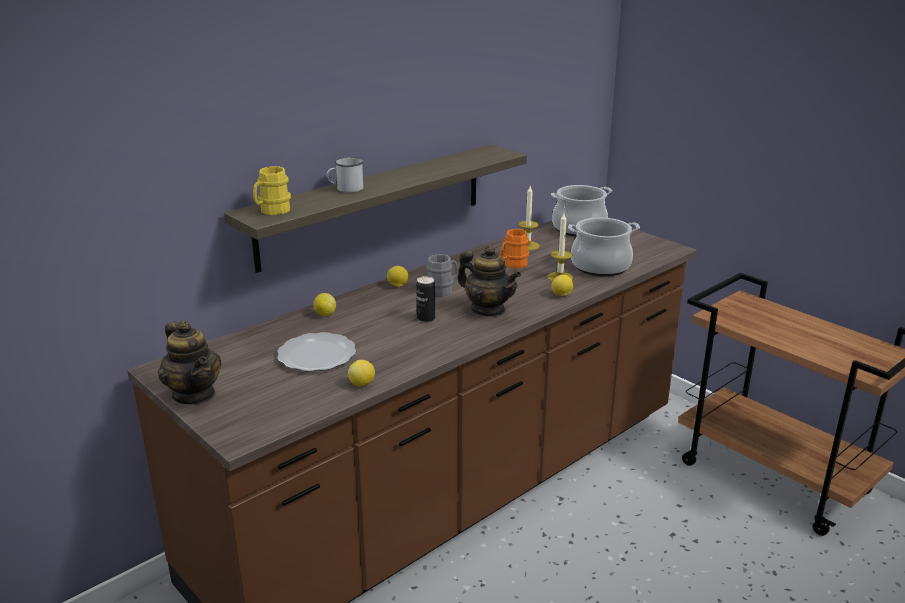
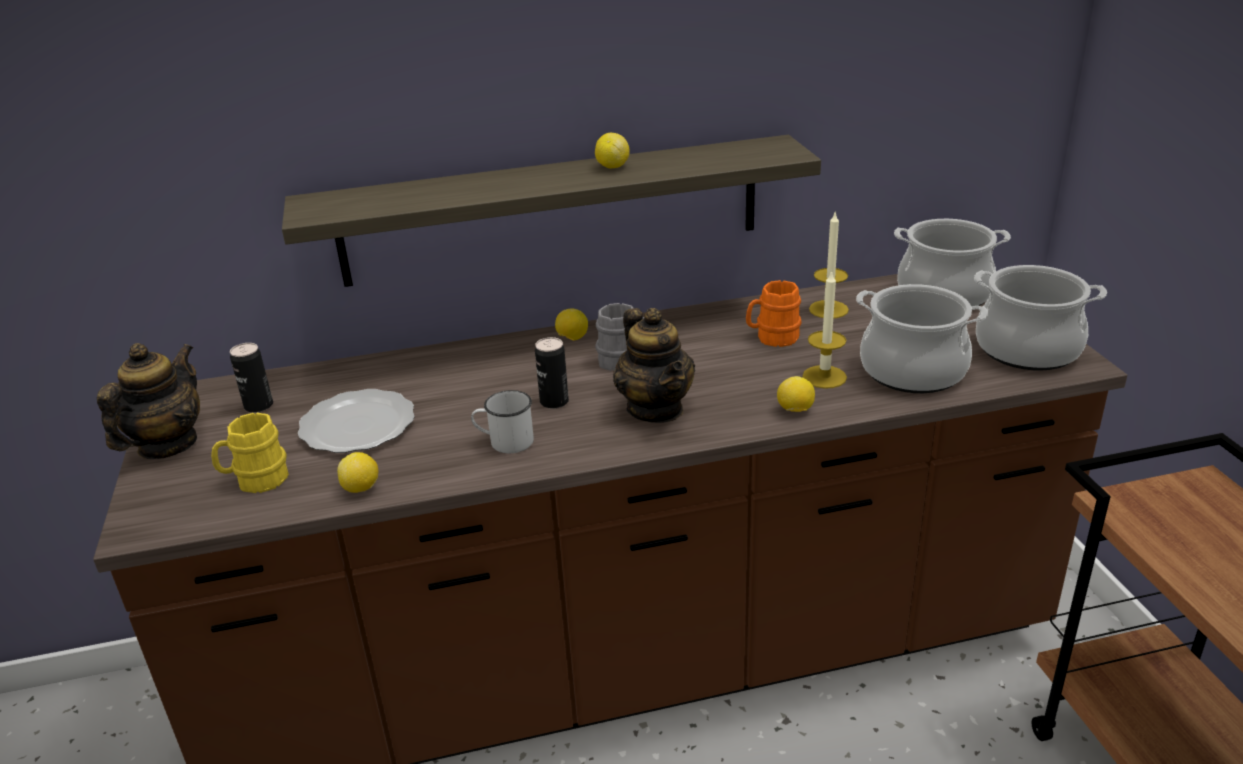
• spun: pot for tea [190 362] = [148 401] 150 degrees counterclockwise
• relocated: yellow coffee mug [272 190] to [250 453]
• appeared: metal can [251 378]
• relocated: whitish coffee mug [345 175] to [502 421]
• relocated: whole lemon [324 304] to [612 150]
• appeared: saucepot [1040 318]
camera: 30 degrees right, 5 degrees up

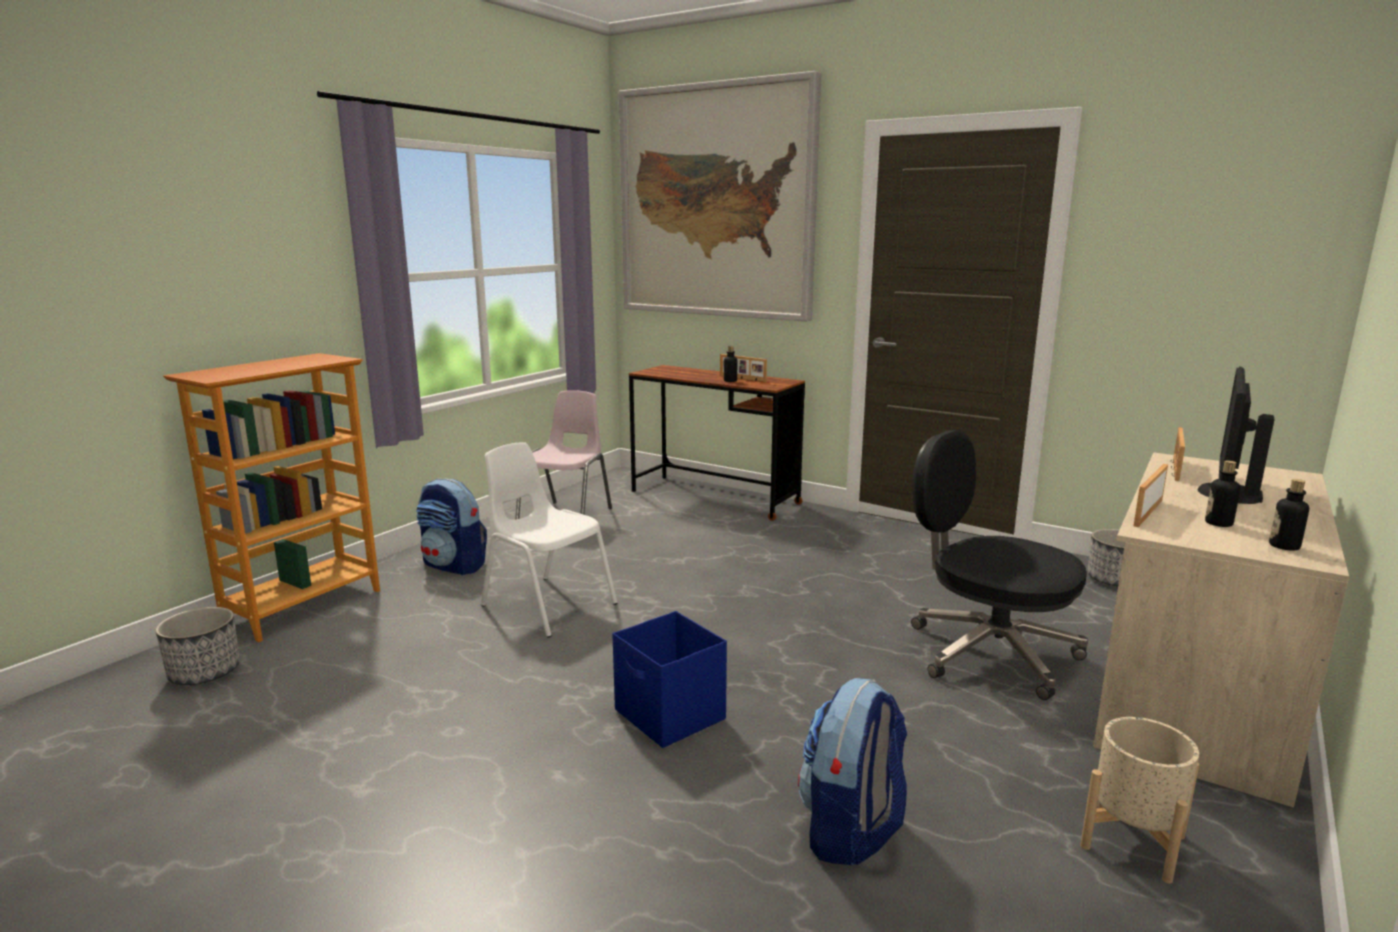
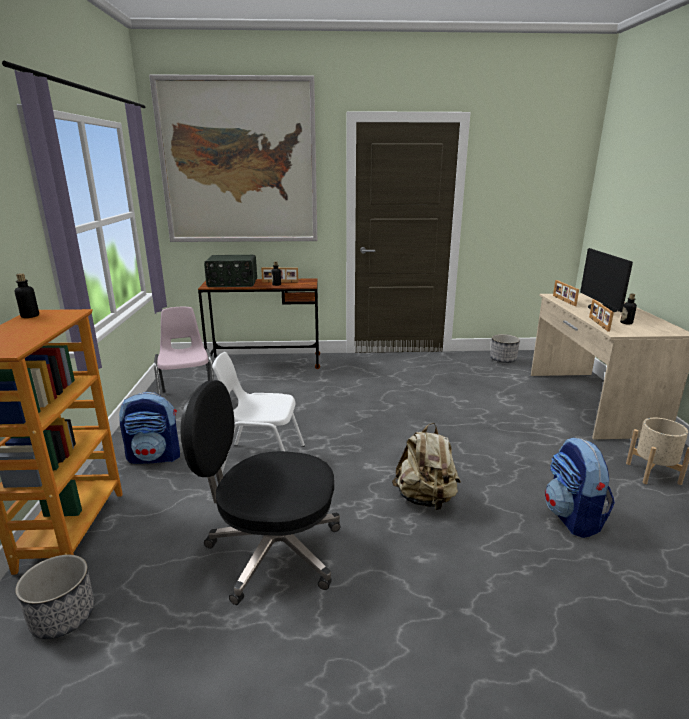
• relocated: drink bottle [1289 514] to [26 295]
• relocated: black office chair [999 565] to [261 492]
• appeared: radio set [230 271]
• exchanged: blue storage box [669 679] to sand-coloured rucksack [426 466]
camera: 35 degrees left, 5 degrees up

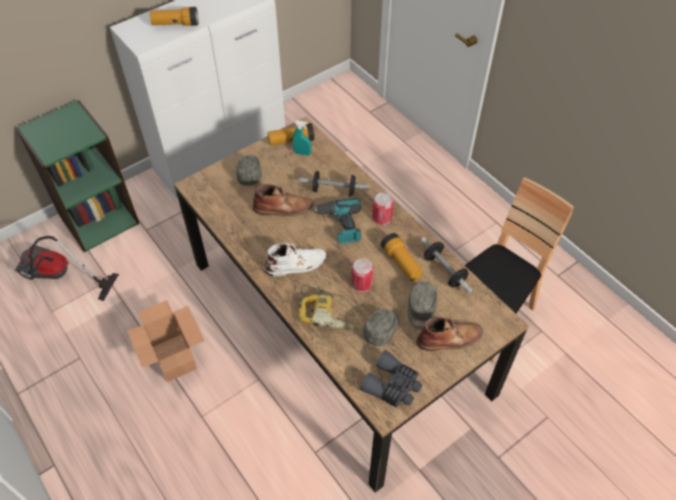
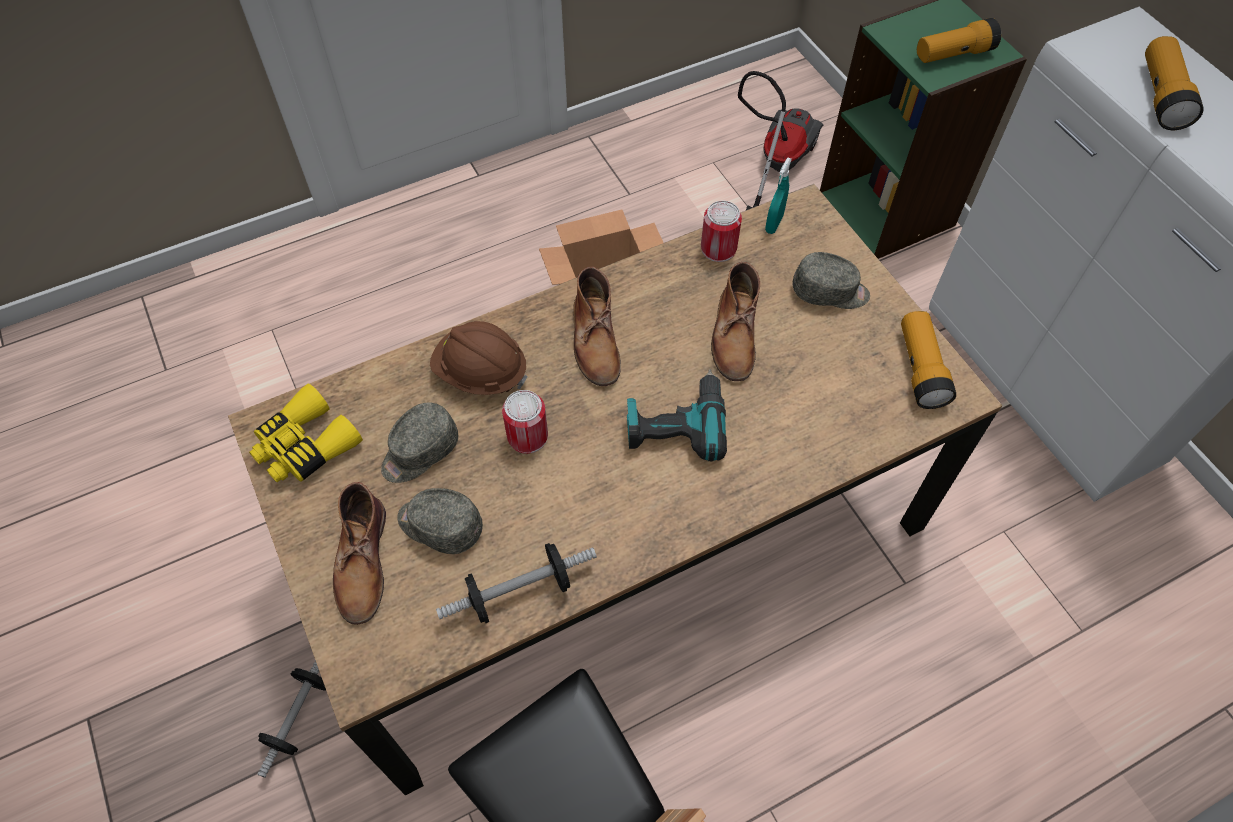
• colour: grey binoculars [391 379] to yellow binoculars [306 433]
• relocated: hand weight [334 183] to [291 719]
• spun: grey baseball cap [381 327] = [419 442] 90 degrees clockwise
• exchanged: power drill [326 307] to brown-coloured hard hat [479 358]
• colour: whitish tall boot [296 260] to brown-coloured tall boot [597 326]
• relocated: metal can [383 209] to [721 231]
• relocated: turquoise-coloured sprayer [301 138] to [778 196]
• relocated: torch [402 257] to [959 40]
camera: 100 degrees right, 5 degrees up

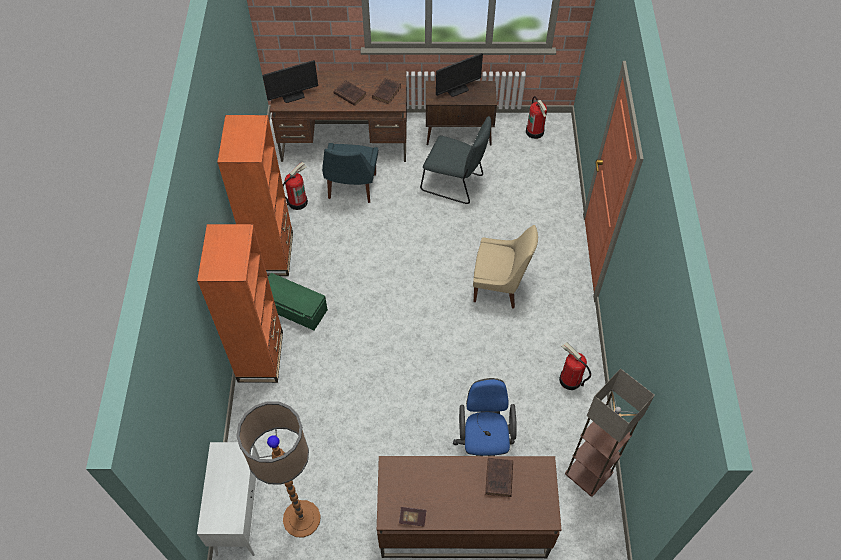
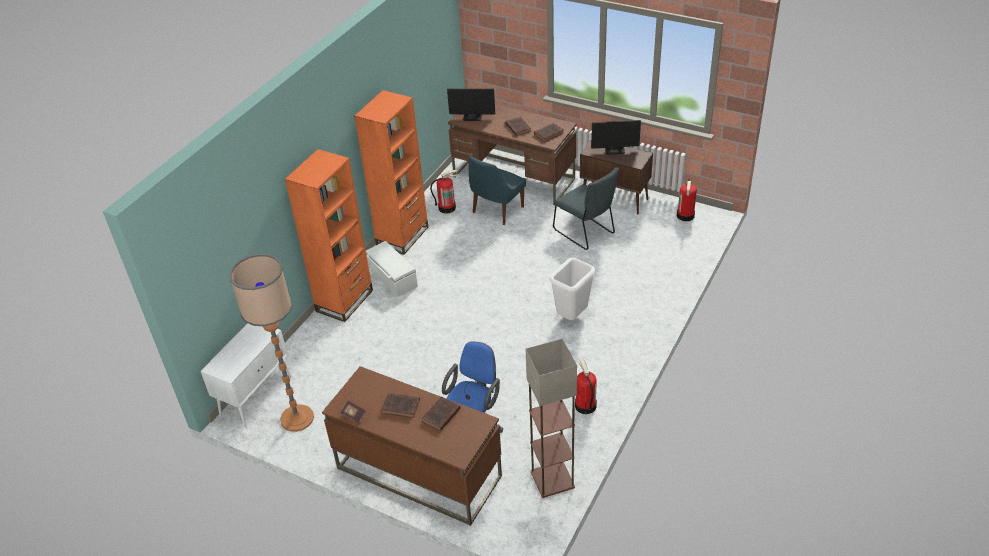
• colour: green storage box [298 301] to whitish storage box [392 269]
• appeared: brown-coloured volume [400 405]
• exchanged: sand-coloured upright chair [505 267] to whitish waste bin [572 289]
camera: 30 degrees right, 15 degrees down

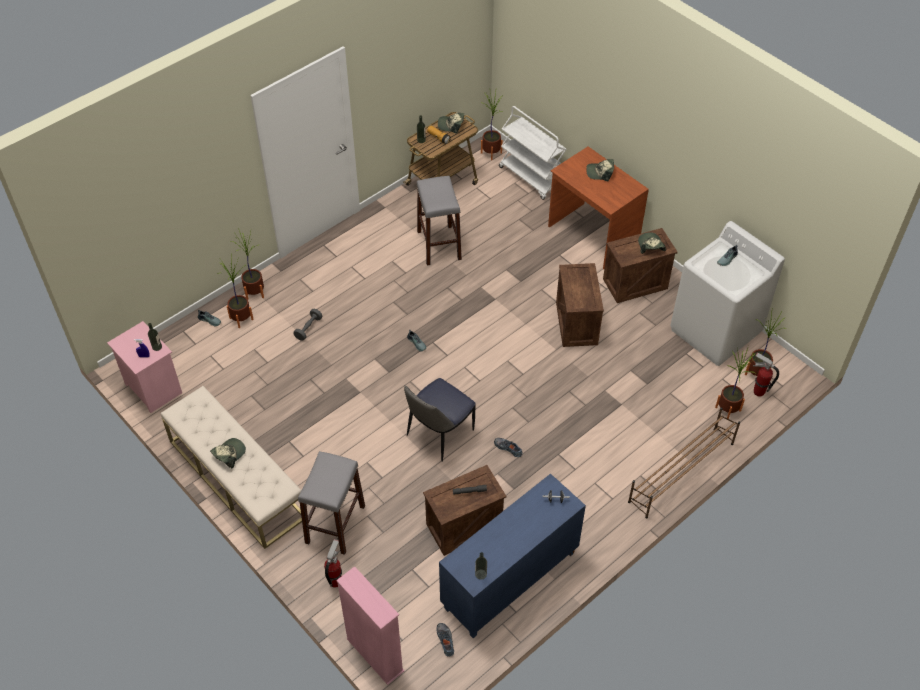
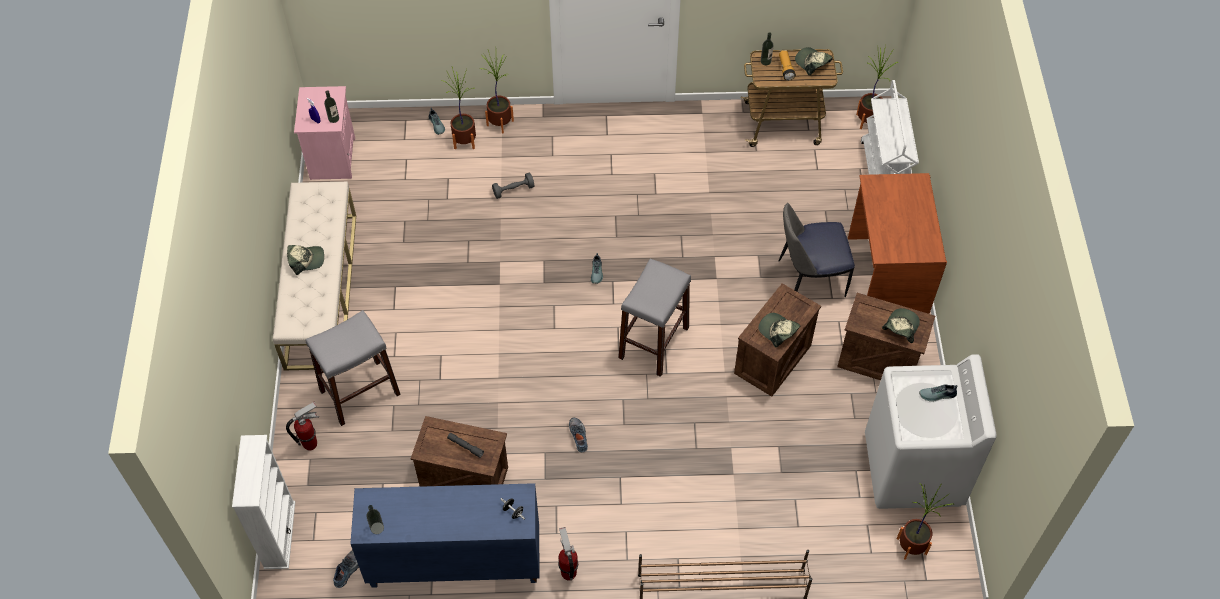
• colour: pink bookcase [370 625] to whitish bookcase [263 502]
• relocated: fire-fighting cylinder [766 374] to [568 553]
• relocated: grey sitting stool [439 220] to [654 317]
• relocated: baseball cap [600 170] to [779 330]
• relocated: upright chair [439 420] to [817 250]
• missing: potted plant [735 382]
camera: 40 degrees right, 5 degrees up

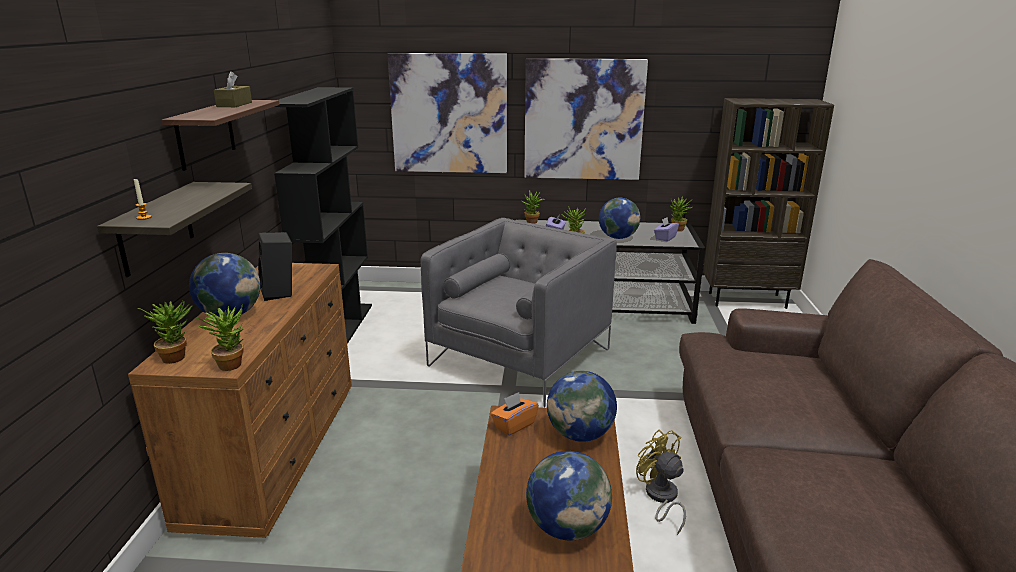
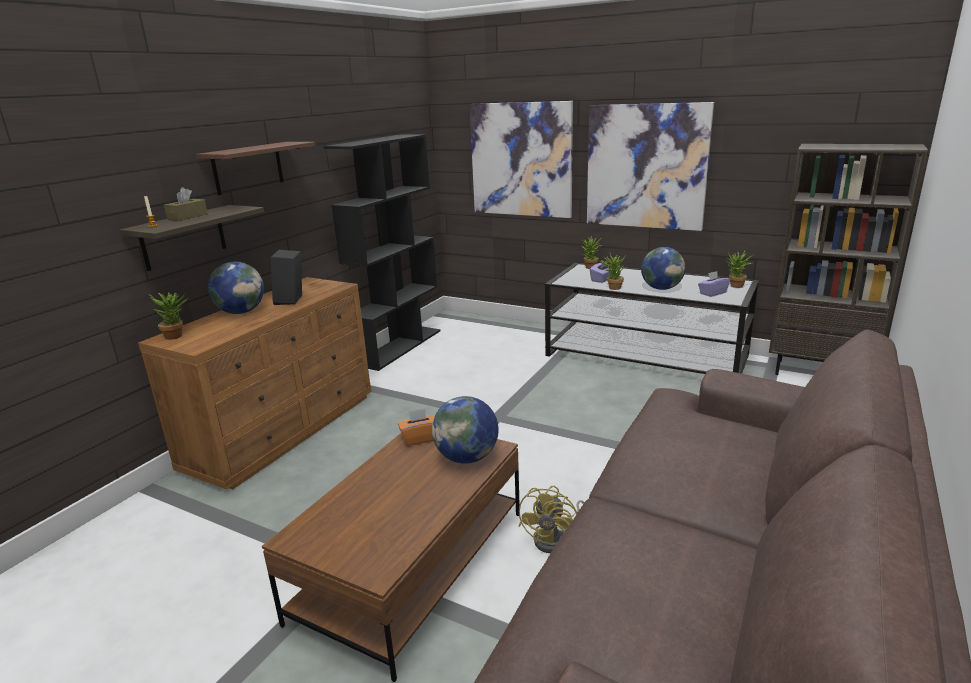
• relocated: brown-coloured box of tissues [232 89] to [186 204]
• spun: yellow electric fan [661 482] = [551 519] 150 degrees counterclockwise
• missing: potted plant [220 338]
• missing: grey easy chair [518 312]
• missing: world globe [569 496]
camera: 25 degrees right, 0 degrees up

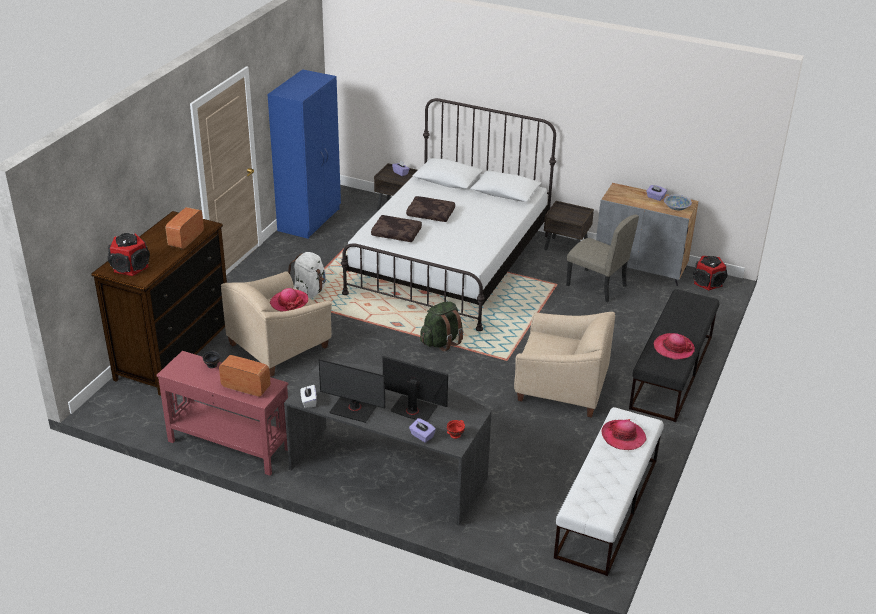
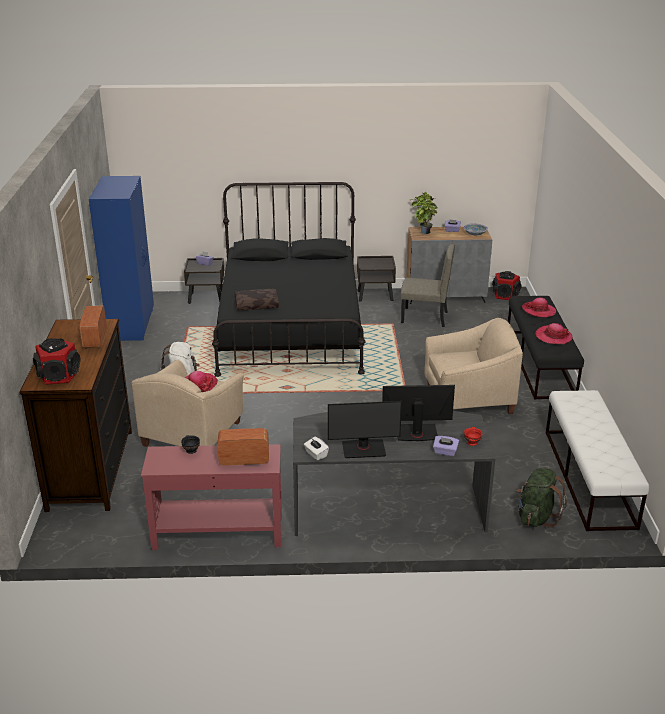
• colour: whitish bedroom bed [448 214] to black bedroom bed [289 279]
• appeared: potted plant [423 213]
• relocated: green rucksack [441 326] to [542 497]
• relocated: wearable hat [624 434] to [539 307]
• missing: brown-coloured cushion [430 209]
camera: 25 degrees left, 5 degrees down

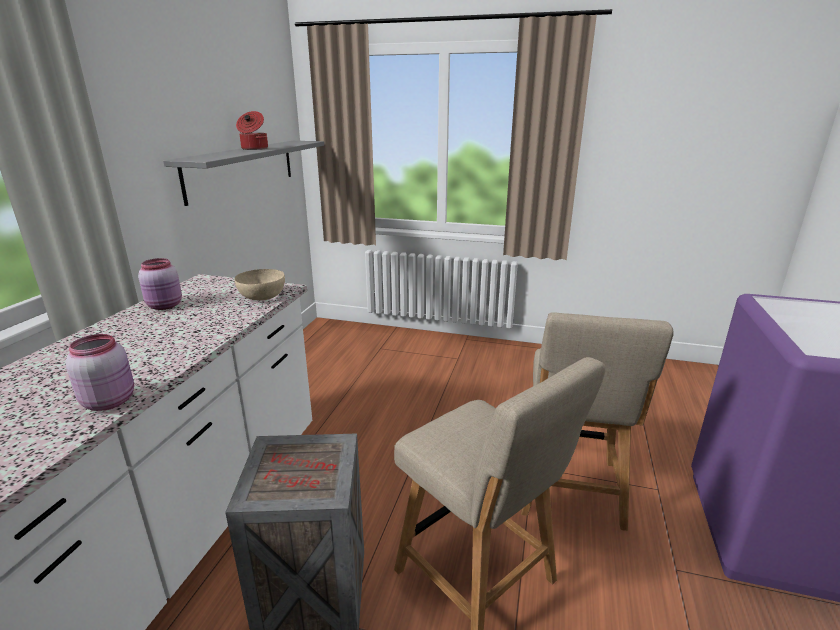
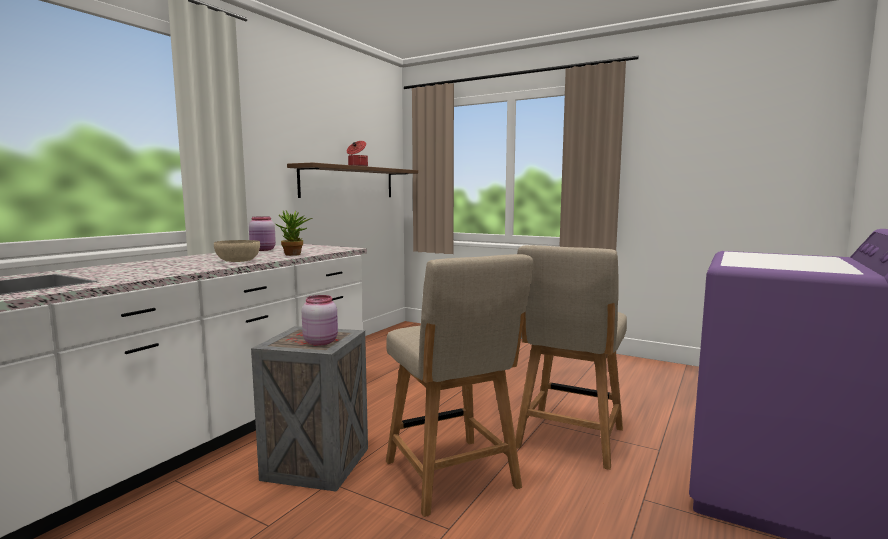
• relocated: sand-coloured serving bowl [260 284] to [237 251]
• appeared: potted plant [294 233]
• colour: grey wall shelf [243 173] to brown-coloured wall shelf [352 180]
• relocated: pink storage jar [100 372] to [320 320]
camera: 15 degrees right, 15 degrees down

